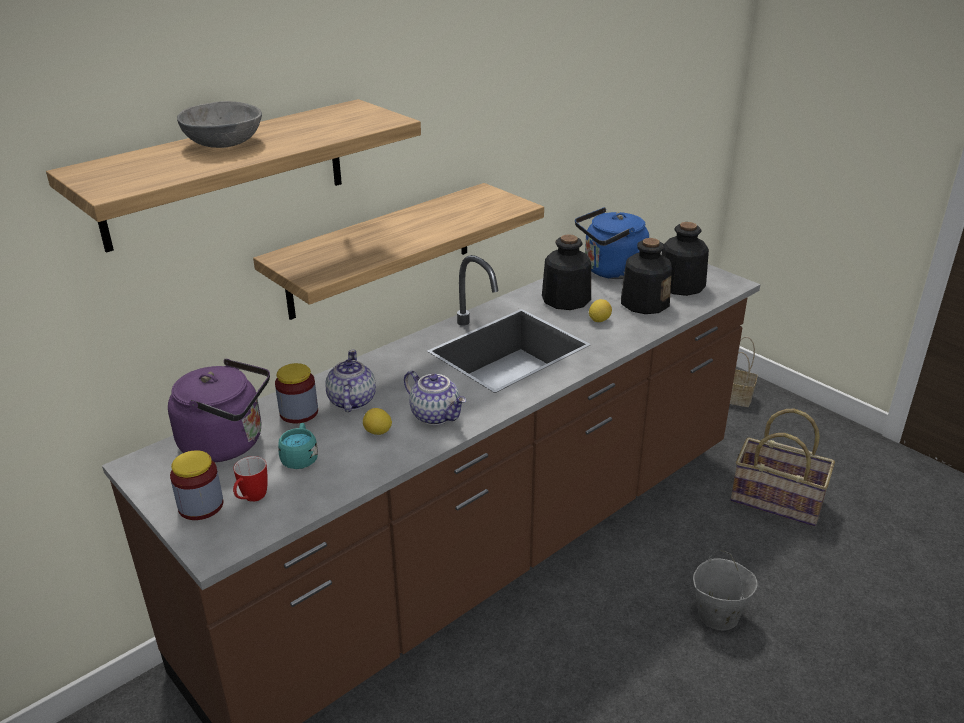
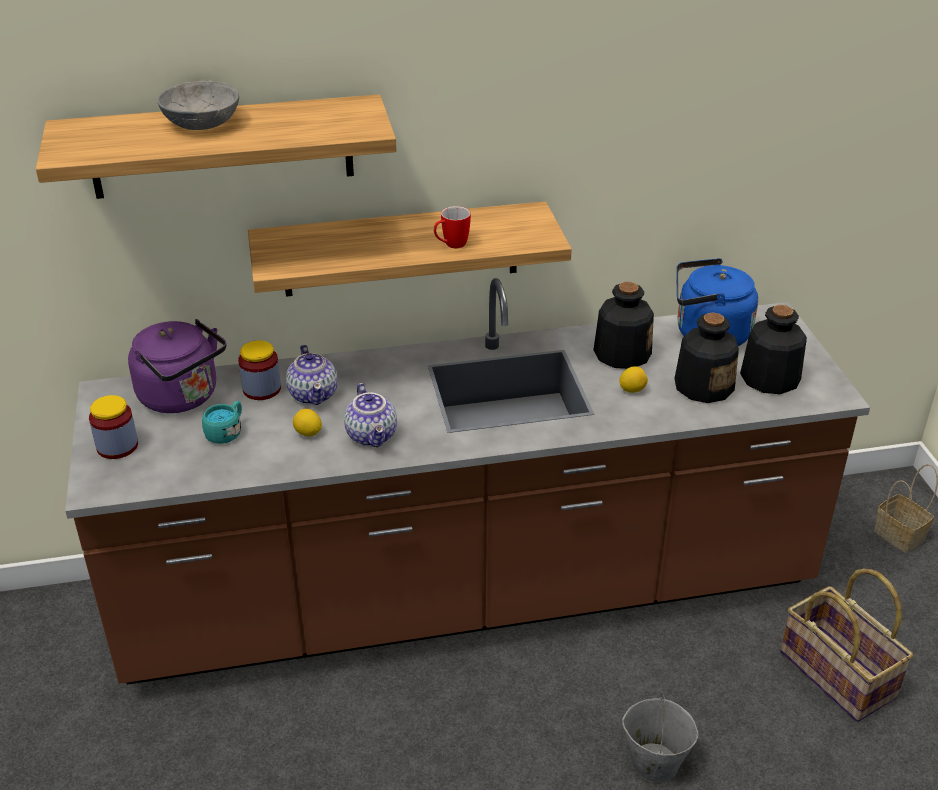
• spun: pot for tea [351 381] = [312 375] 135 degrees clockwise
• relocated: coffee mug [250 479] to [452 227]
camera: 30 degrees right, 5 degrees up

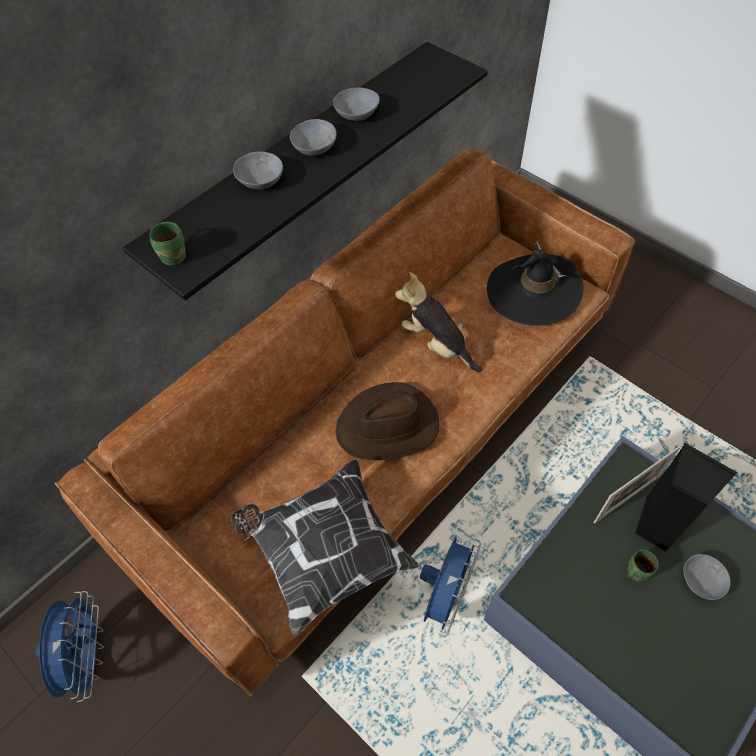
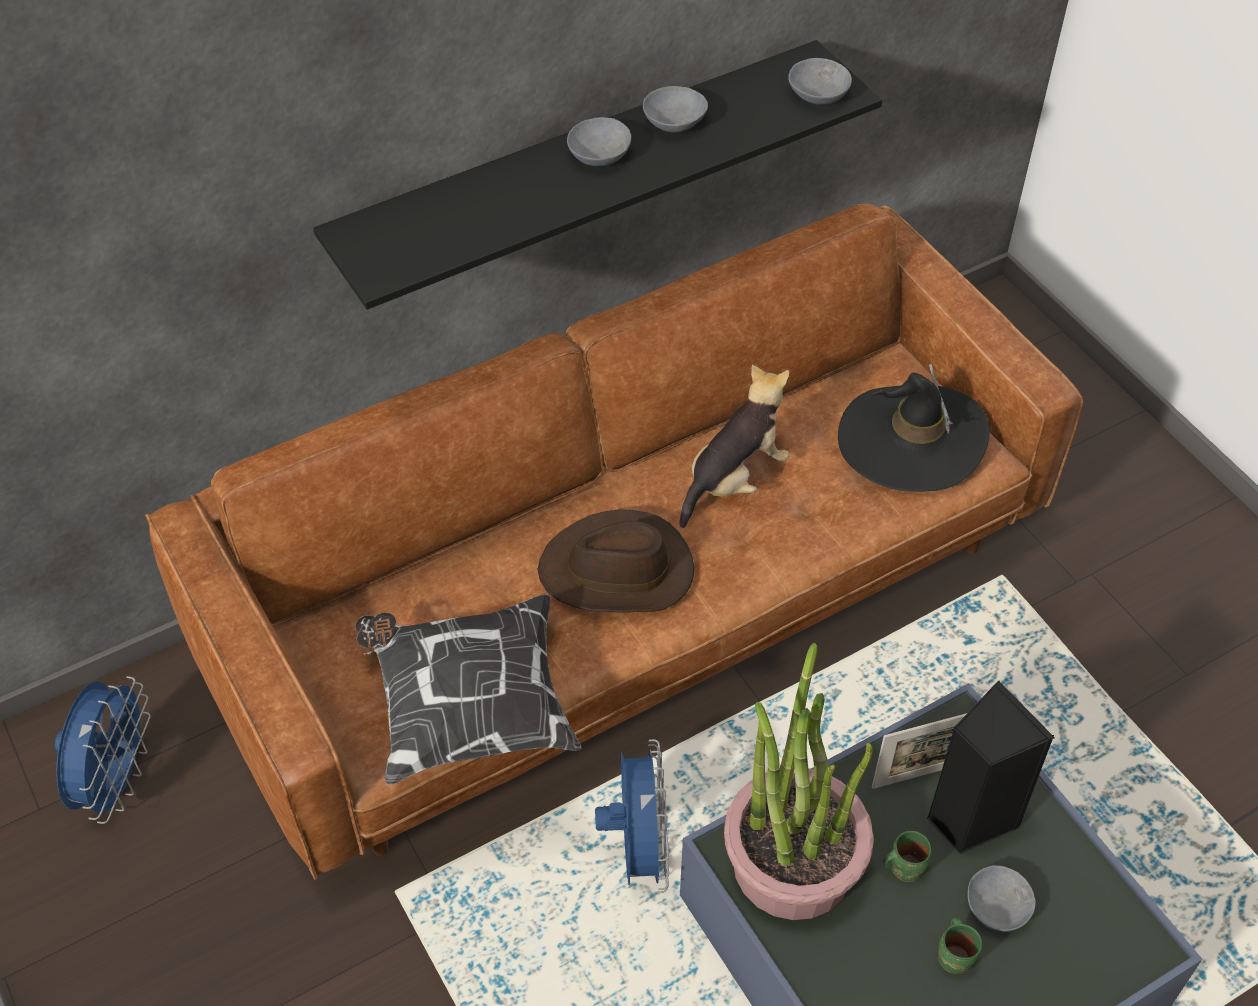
• spun: blue electric fan [450 587] = [632 816] 45 degrees counterclockwise
• spun: plush toy [438 322] = [734 446] 75 degrees clockwise
• appeared: potted plant [799 781]
• relocated: grey serving bowl [258 170] to [820 81]
• relocated: green coffee mug [168 244] to [960 946]
camera: 15 degrees right, 5 degrees down

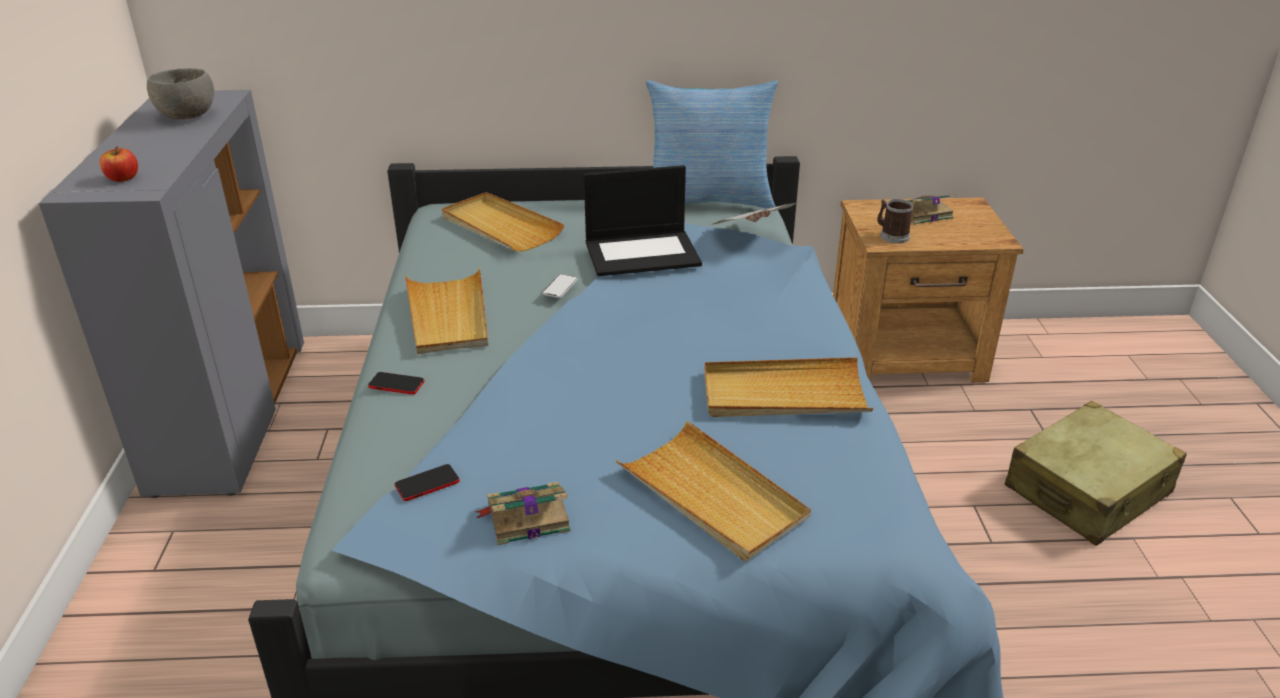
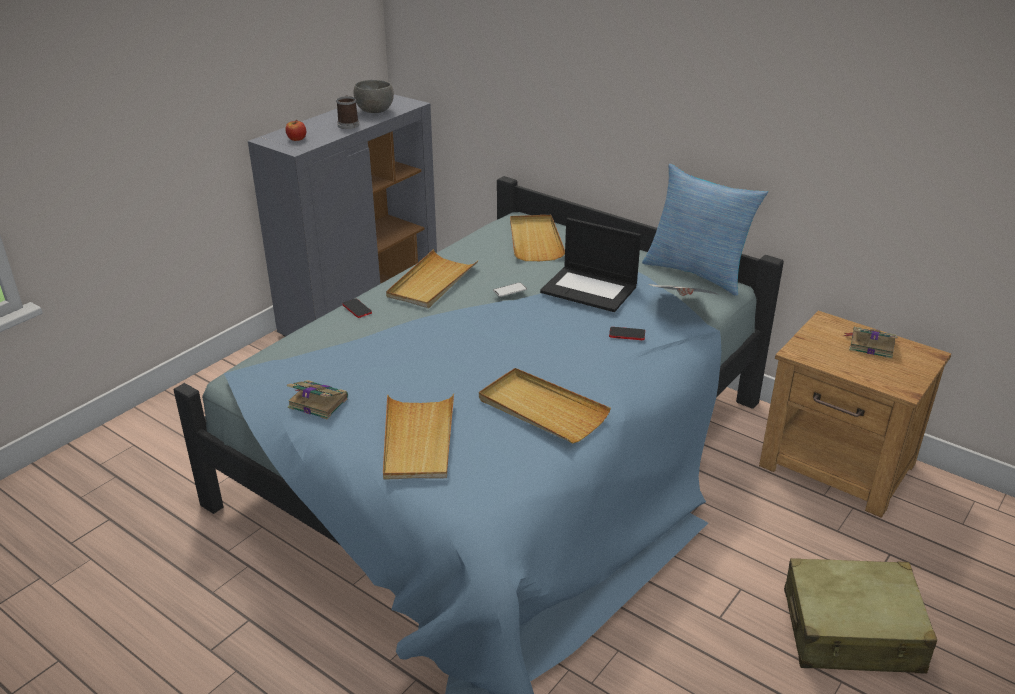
• relocated: coffee mug [895 221] to [347 112]
• relocated: handset [427 482] to [627 333]
camera: 40 degrees right, 0 degrees up

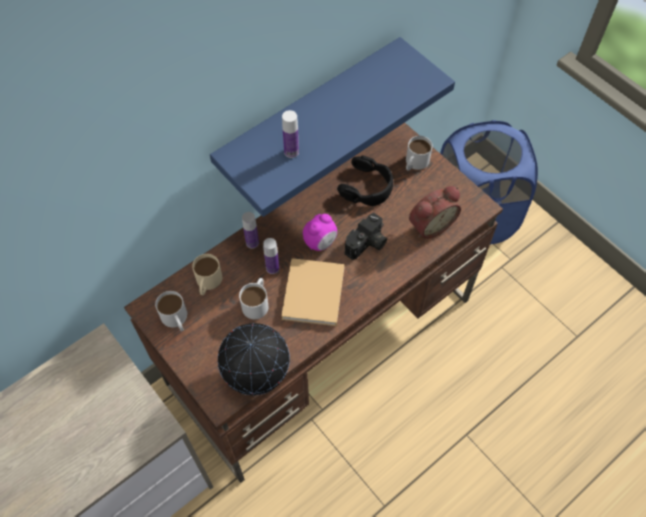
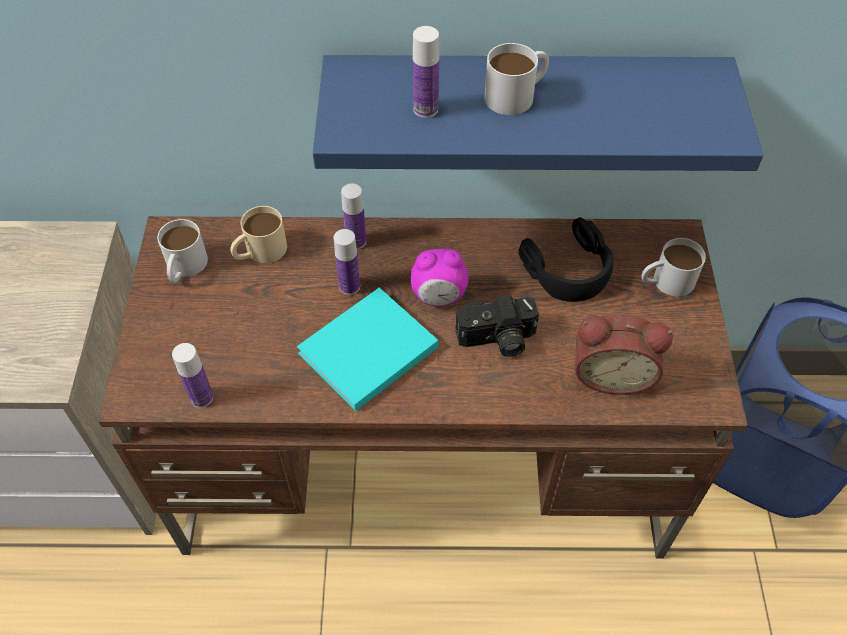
• exchanged: world globe [254 359] to drink bottle [192 375]
• colour: sand-coloured volume [313 292] to turquoise-coloured volume [367 349]
• relocated: whitish coffee mug [253 298] to [516 79]
camera: 40 degrees right, 5 degrees down

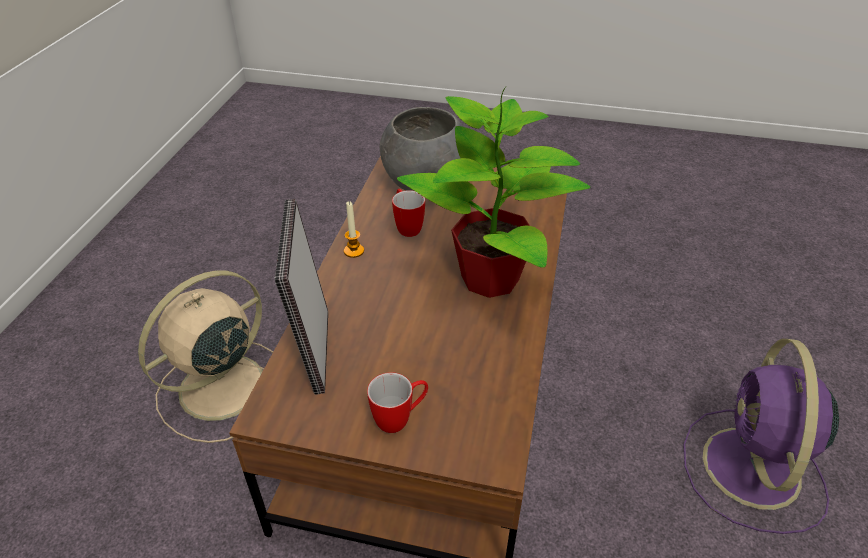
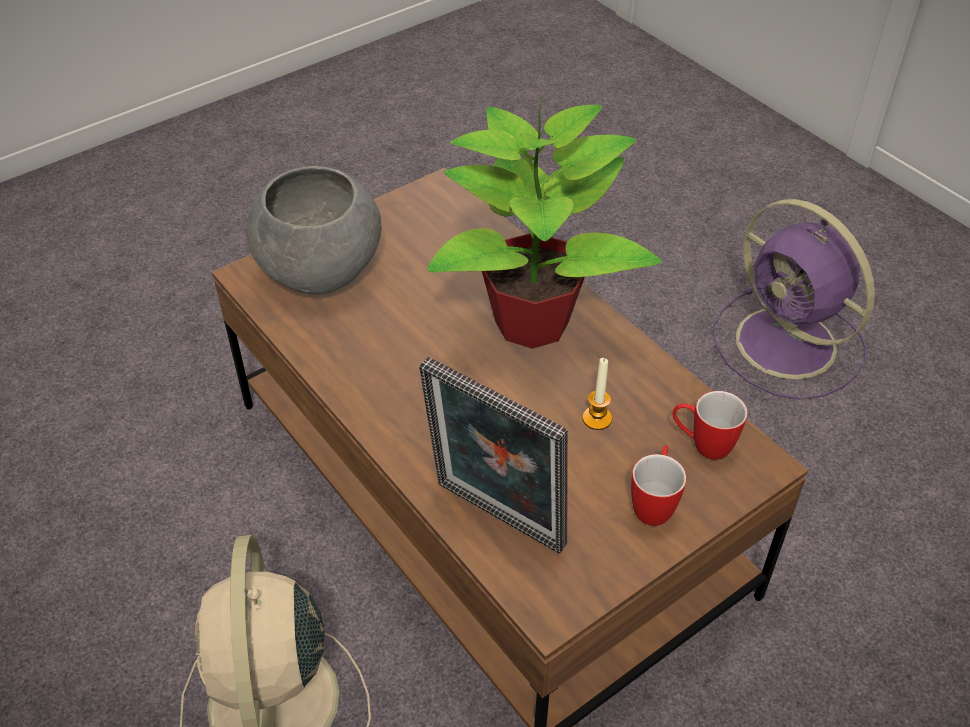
• relocated: wax candle [354 229] to [597 394]
• relocated: coffee mug [408 213] to [710 425]
camera: 50 degrees left, 5 degrees up

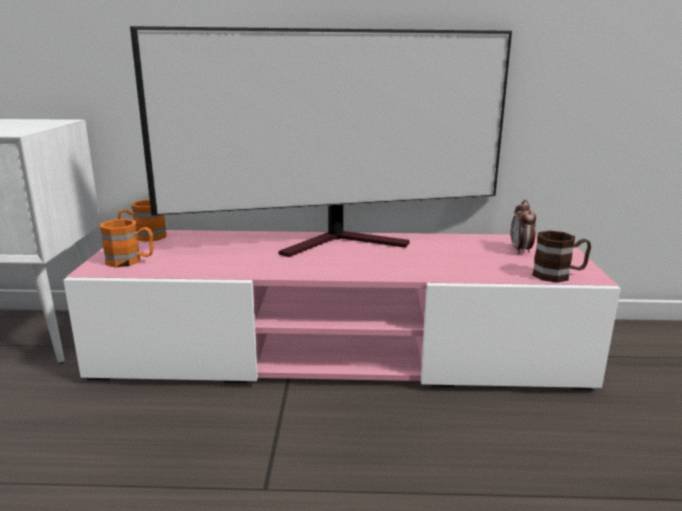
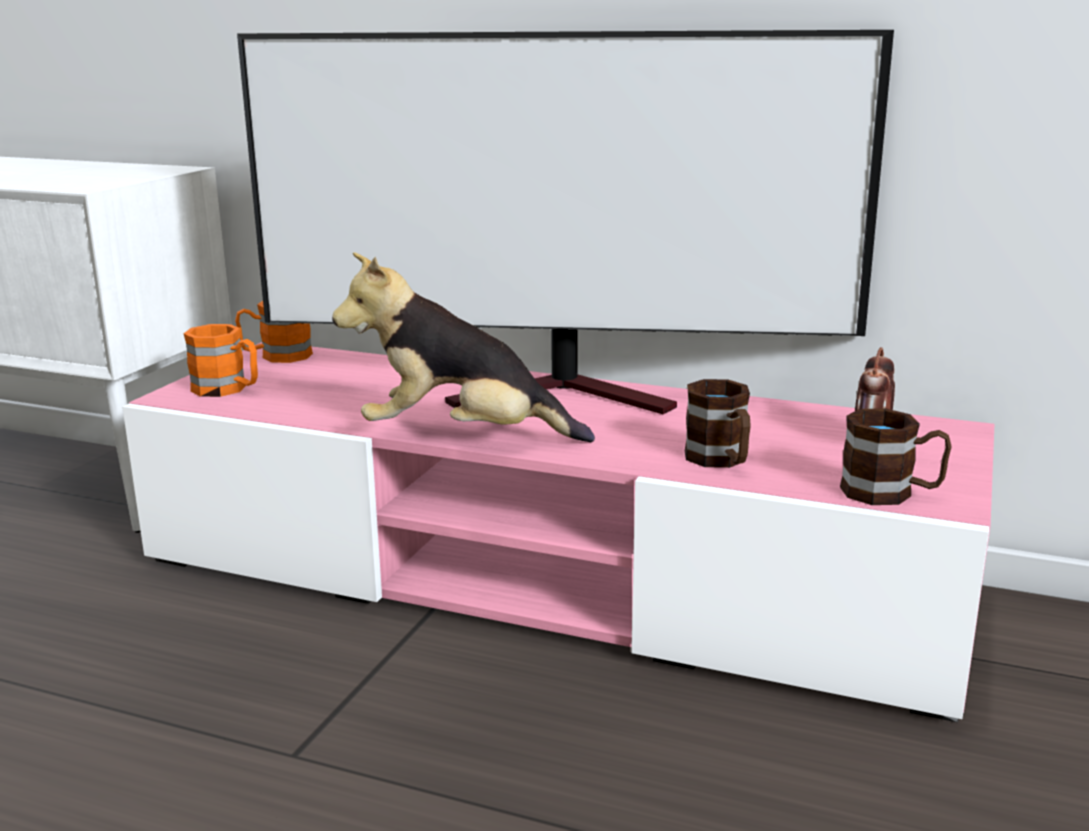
• appeared: plush toy [463 347]
• appeared: brown-coloured coffee mug [718 423]
camera: 20 degrees right, 0 degrees up

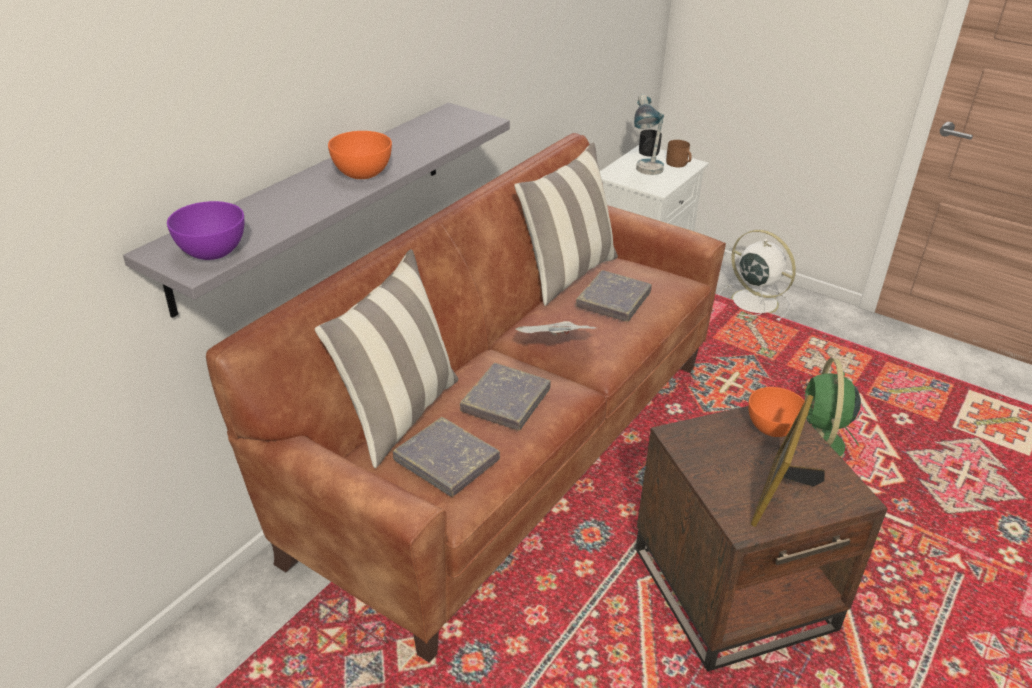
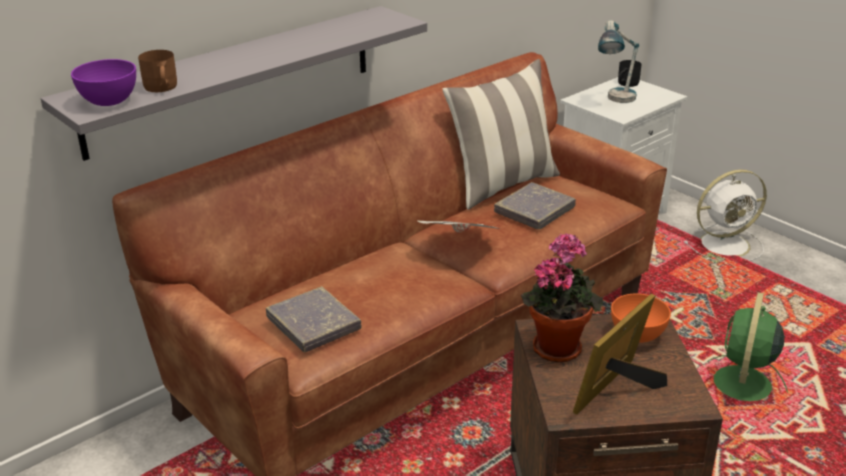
• relocated: brown-coloured coffee mug [679 153] to [157 71]
• appeared: potted plant [562 297]
• spun: whitish electric fan [757 275] = [725 215] 105 degrees clockwise
• missing: cushion [387 358]
• missing: orangey serving bowl [360 155]
• missing: grey volume [505 396]
camera: 15 degrees right, 5 degrees down

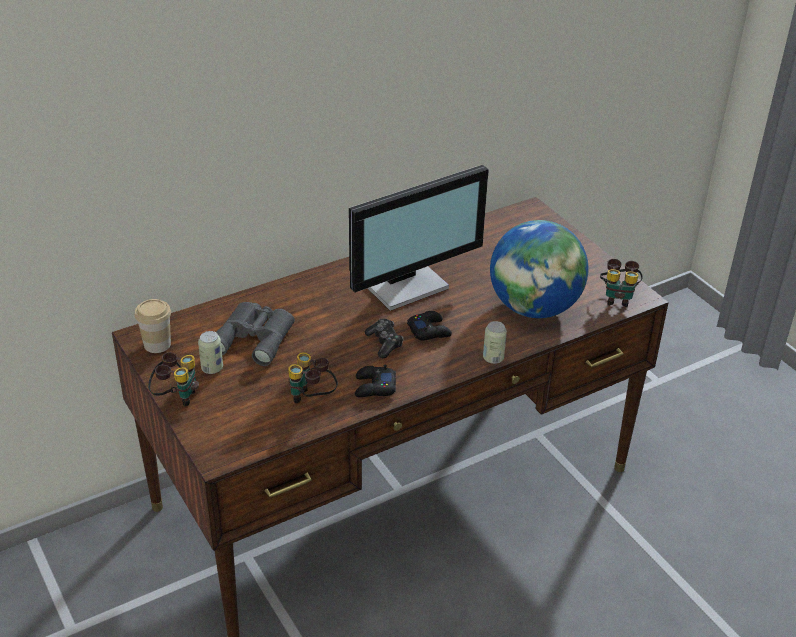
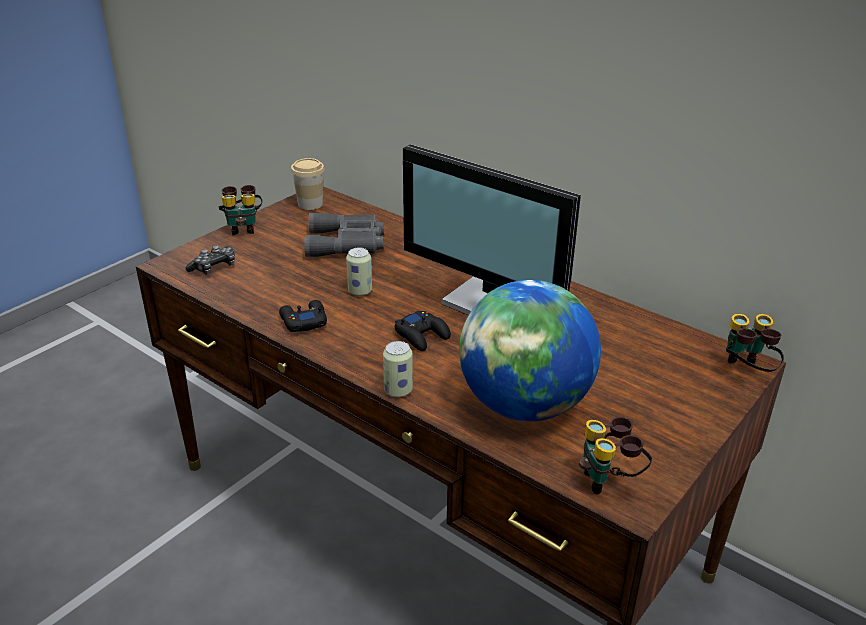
• relocated: joypad [384 338] to [210 260]
• relocated: metal can [210 352] to [359 272]
• relocated: binoculars [313 377] to [755 343]
camera: 70 degrees right, 5 degrees down

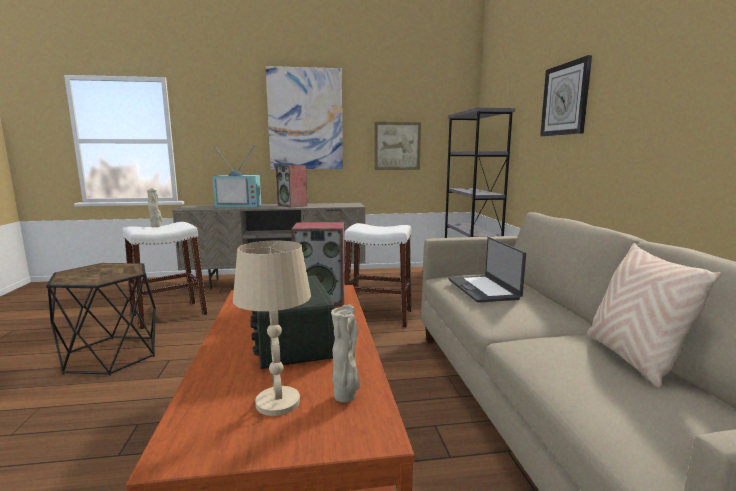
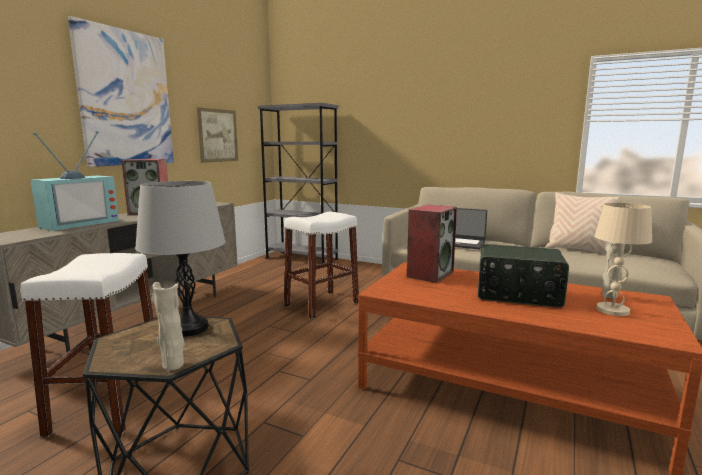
• appeared: grey tabletop lamp [180 259]
• relocated: sand-coloured flower vase [154 207] to [168 326]
• missing: clock on the wall [566 95]
camera: 55 degrees left, 0 degrees up

